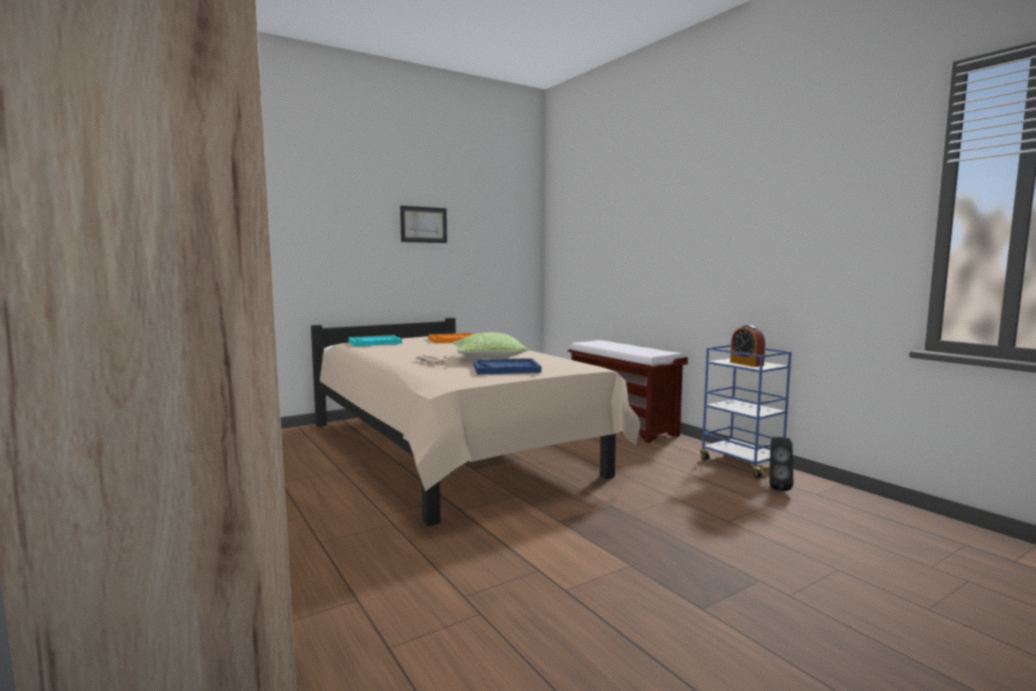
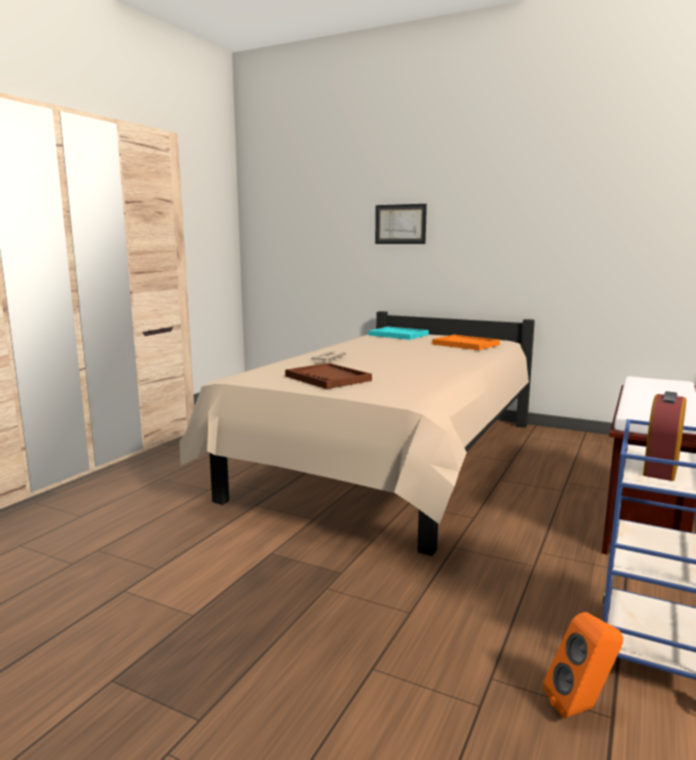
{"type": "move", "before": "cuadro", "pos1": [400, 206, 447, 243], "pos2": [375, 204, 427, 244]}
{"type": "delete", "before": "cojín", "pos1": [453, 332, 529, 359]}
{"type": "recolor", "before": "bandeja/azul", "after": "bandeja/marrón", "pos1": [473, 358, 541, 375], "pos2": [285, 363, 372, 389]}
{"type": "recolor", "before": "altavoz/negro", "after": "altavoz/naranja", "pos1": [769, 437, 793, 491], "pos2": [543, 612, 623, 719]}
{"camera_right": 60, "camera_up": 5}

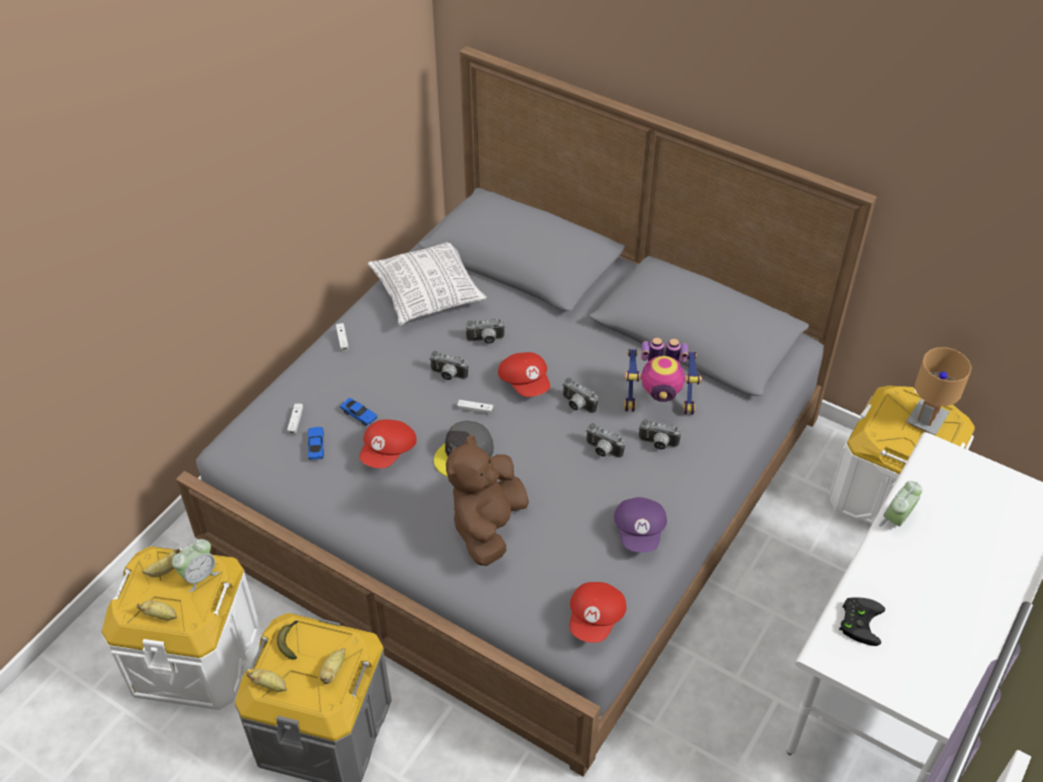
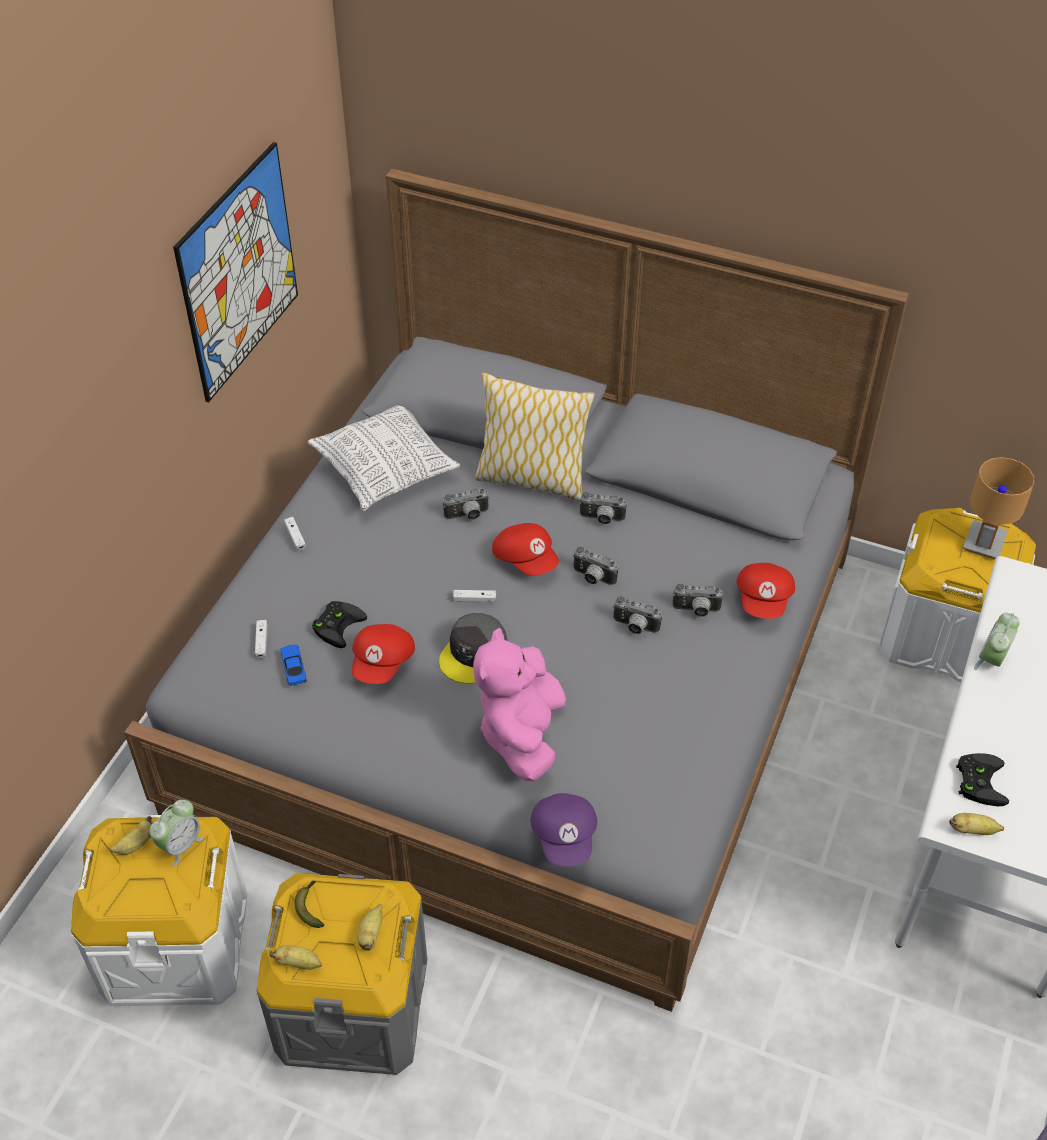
{"type": "delete", "before": "robot de juguete", "pos1": [624, 337, 702, 414]}
{"type": "move", "before": "cámara", "pos1": [429, 351, 468, 381], "pos2": [579, 492, 627, 525]}
{"type": "replace", "before": "coche de juguete", "after": "mando de consola/negro", "pos1": [340, 398, 378, 426], "pos2": [312, 601, 367, 648]}
{"type": "recolor", "before": "peluche/marrón", "after": "peluche/rosa", "pos1": [446, 435, 529, 566], "pos2": [473, 628, 566, 781]}
{"type": "move", "before": "gorra/morado", "pos1": [614, 497, 667, 553], "pos2": [531, 793, 597, 867]}
{"type": "move", "before": "gorra/rojo", "pos1": [569, 582, 626, 643], "pos2": [737, 563, 795, 619]}
{"type": "move", "before": "plátano", "pos1": [137, 600, 177, 620], "pos2": [949, 813, 1004, 835]}
{"type": "insert", "after": "cuadro", "pos2": [173, 142, 298, 402]}
{"type": "insert", "after": "cojín", "pos2": [475, 373, 595, 501]}
{"camera_right": -10, "camera_up": 0}

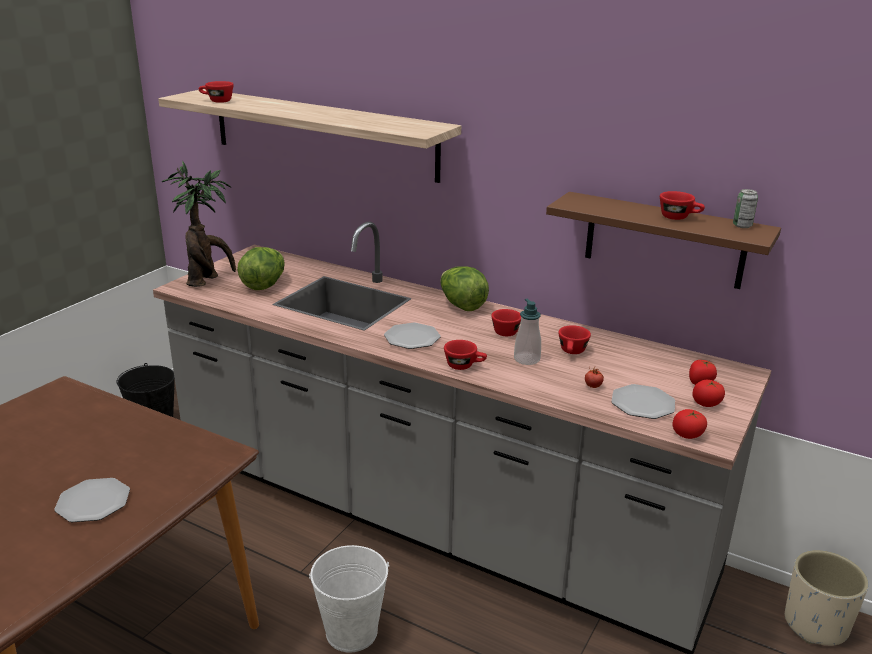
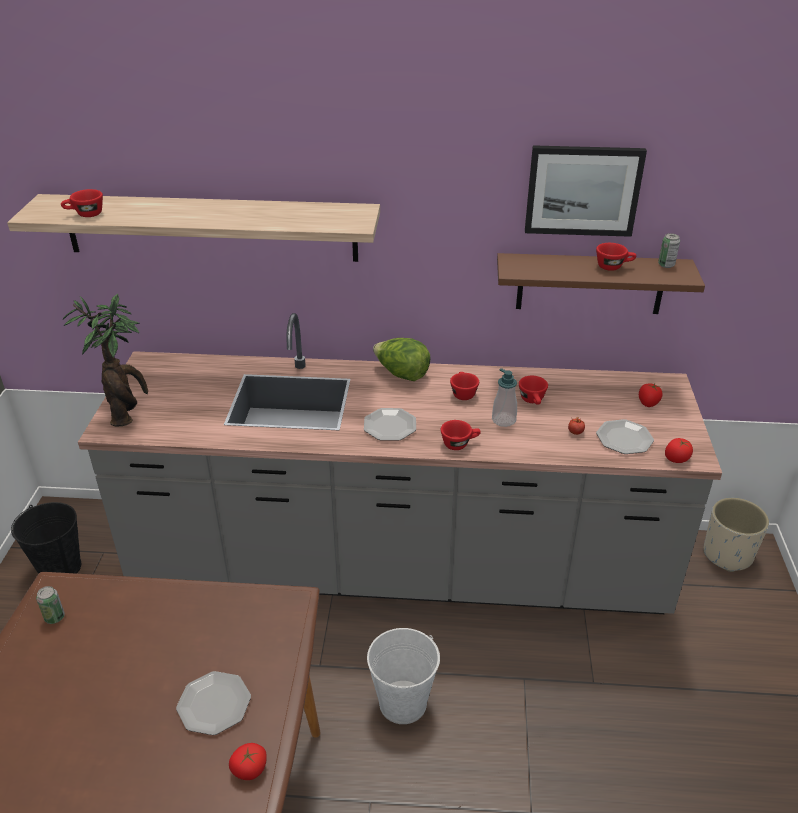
{"type": "delete", "before": "lechuga", "pos1": [237, 247, 285, 290]}
{"type": "move", "before": "tomate", "pos1": [692, 380, 725, 407], "pos2": [229, 743, 267, 780]}
{"type": "insert", "after": "cuadro", "pos2": [525, 145, 647, 237]}
{"type": "insert", "after": "lata", "pos2": [36, 586, 65, 624]}
{"camera_right": -25, "camera_up": 10}

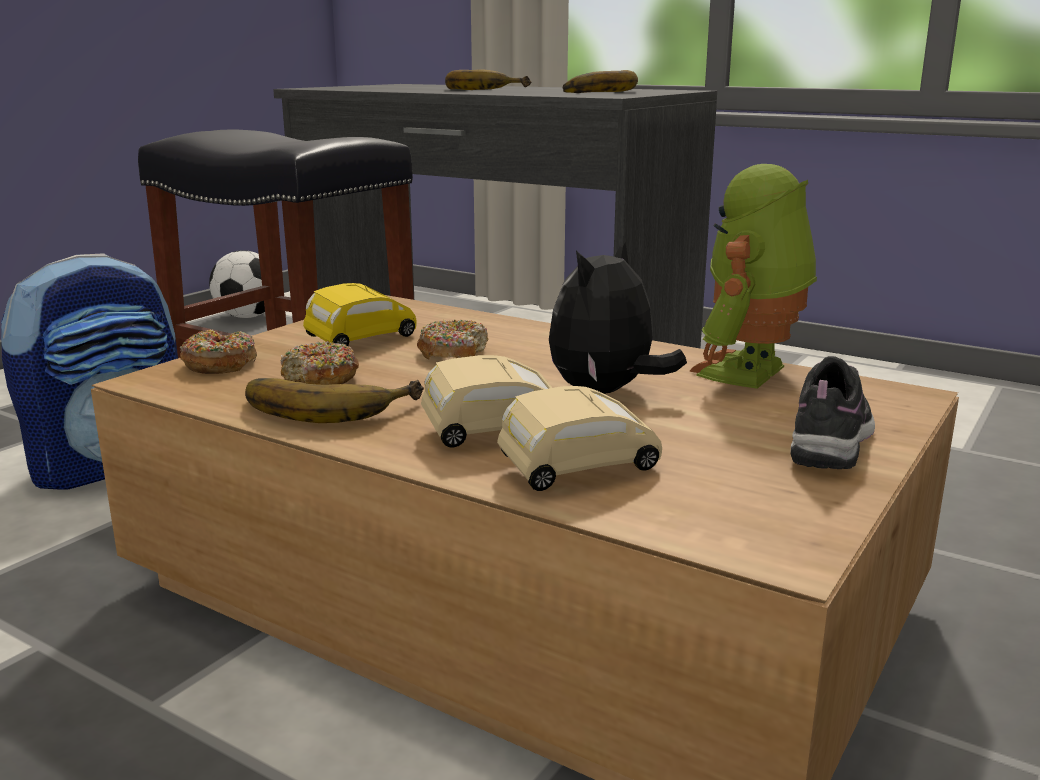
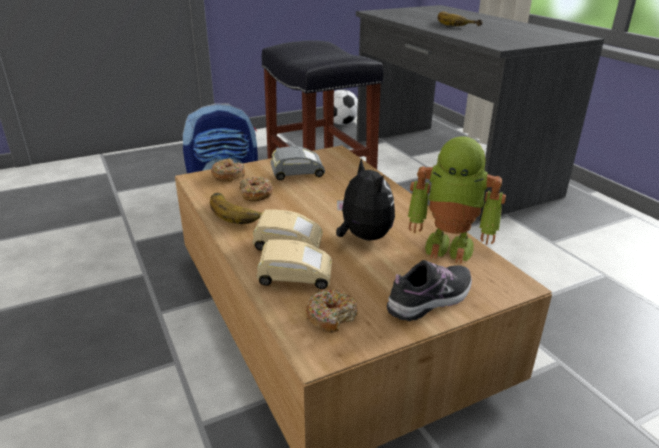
{"type": "delete", "before": "plátano", "pos1": [563, 70, 638, 93]}
{"type": "rotate", "before": "robot de juguete", "pos1": [689, 164, 817, 389], "pos2": [408, 136, 506, 264], "turn": -135}
{"type": "rotate", "before": "peluche", "pos1": [549, 236, 687, 394], "pos2": [336, 158, 395, 241], "turn": 90}
{"type": "recolor", "before": "coche de juguete/amarillo", "after": "coche de juguete/gris", "pos1": [303, 283, 417, 346], "pos2": [271, 146, 325, 180]}
{"type": "move", "before": "rosquilla", "pos1": [417, 320, 489, 360], "pos2": [306, 289, 358, 333]}
{"camera_right": 30, "camera_up": 10}

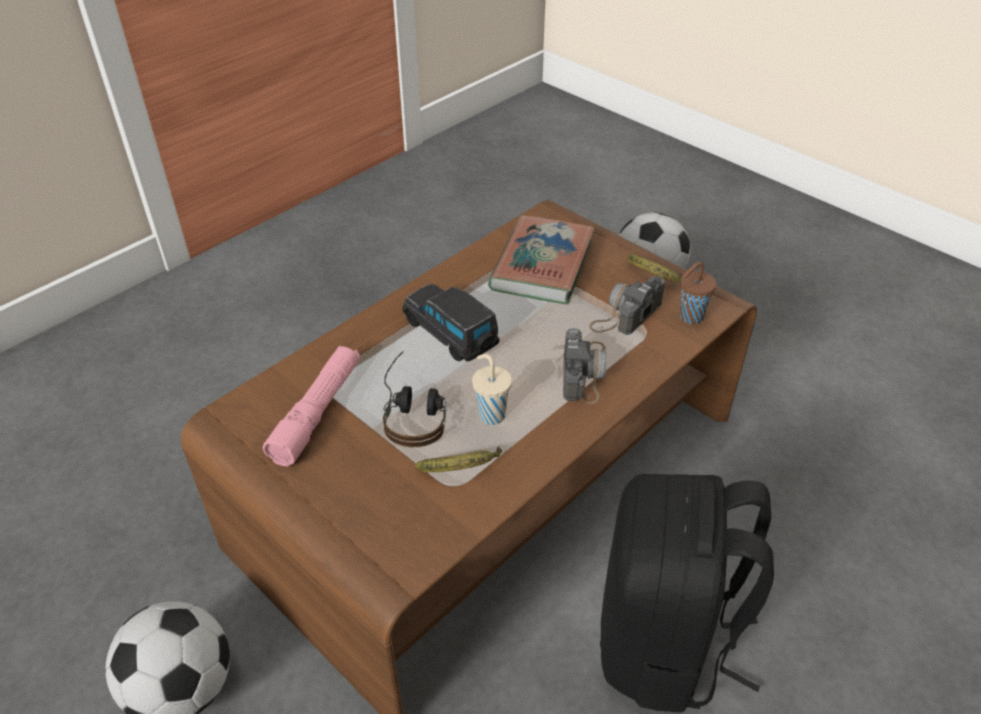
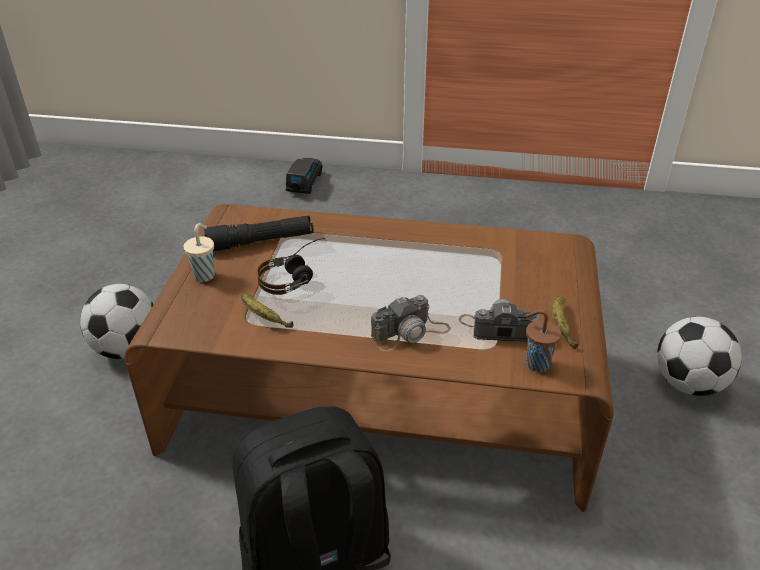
{"type": "delete", "before": "libro", "pos1": [488, 215, 595, 304]}
{"type": "move", "before": "coche de juguete/negro", "pos1": [403, 283, 500, 362], "pos2": [286, 158, 322, 194]}
{"type": "recolor", "before": "linterna/rosa", "after": "linterna/negro", "pos1": [263, 345, 360, 467], "pos2": [204, 216, 313, 251]}
{"type": "move", "before": "taza/beis", "pos1": [472, 354, 512, 425], "pos2": [184, 223, 215, 282]}
{"camera_right": 55, "camera_up": -5}

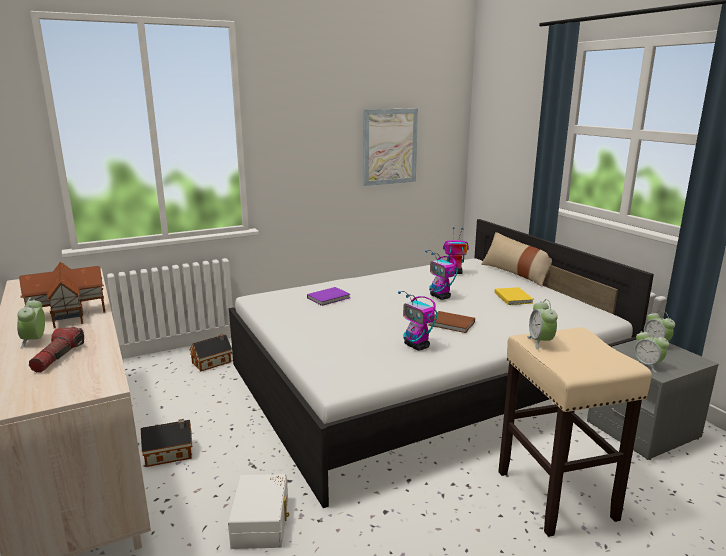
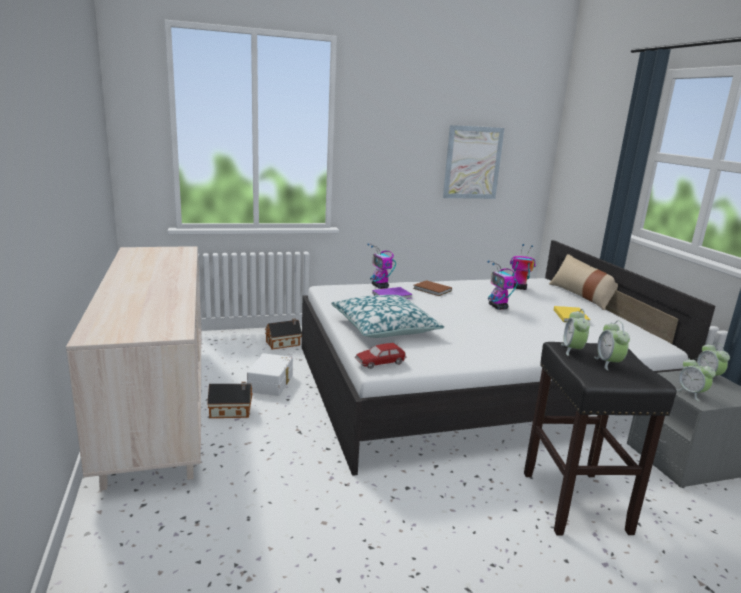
{"type": "delete", "before": "casita", "pos1": [19, 262, 105, 328]}
{"type": "move", "before": "robot de juguete", "pos1": [398, 291, 438, 351], "pos2": [367, 243, 396, 289]}
{"type": "move", "before": "despertador", "pos1": [17, 297, 45, 349], "pos2": [594, 321, 630, 370]}
{"type": "move", "before": "libro/marrón", "pos1": [428, 311, 475, 333], "pos2": [413, 280, 452, 296]}
{"type": "delete", "before": "linterna", "pos1": [29, 327, 84, 373]}
{"type": "recolor", "before": "taburete/beis", "after": "taburete/negro", "pos1": [498, 327, 652, 537], "pos2": [524, 342, 676, 536]}
{"type": "move", "before": "caja de almacenaje/blanco", "pos1": [228, 474, 289, 549], "pos2": [247, 353, 293, 396]}
{"type": "insert", "after": "cojín", "pos2": [331, 295, 445, 338]}
{"type": "insert", "after": "coche de juguete", "pos2": [355, 343, 406, 369]}
{"camera_right": 10, "camera_up": 0}

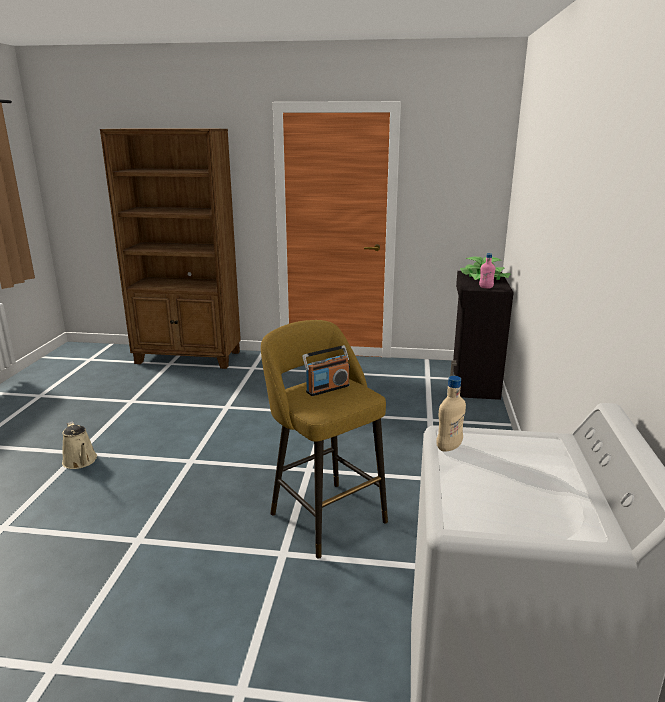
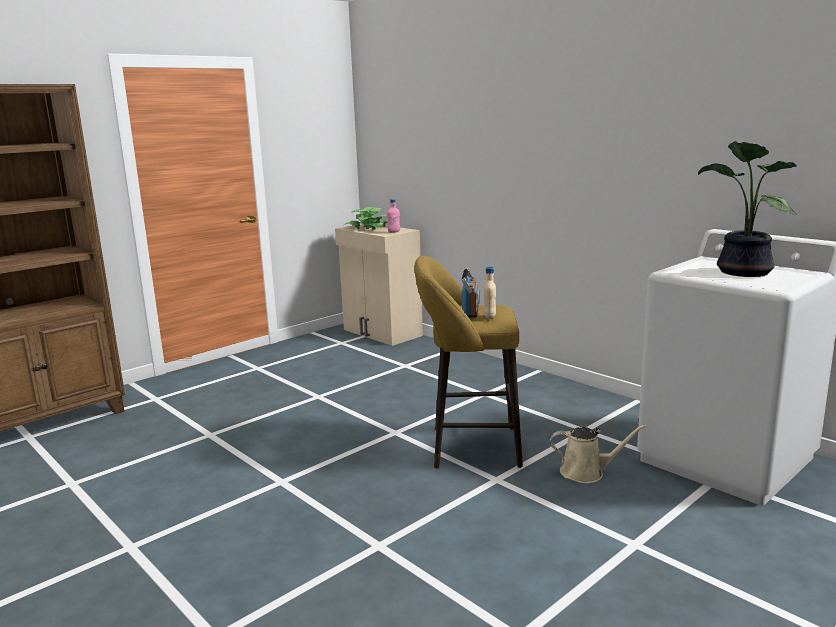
{"type": "recolor", "before": "armario/negro", "after": "armario/beis", "pos1": [450, 271, 514, 400], "pos2": [335, 224, 423, 346]}
{"type": "move", "before": "botella/beis", "pos1": [436, 376, 466, 452], "pos2": [483, 267, 496, 319]}
{"type": "move", "before": "regadera/beis", "pos1": [62, 421, 97, 469], "pos2": [550, 425, 646, 483]}
{"type": "insert", "after": "planta en maceta", "pos2": [698, 141, 797, 277]}
{"camera_right": -50, "camera_up": -5}

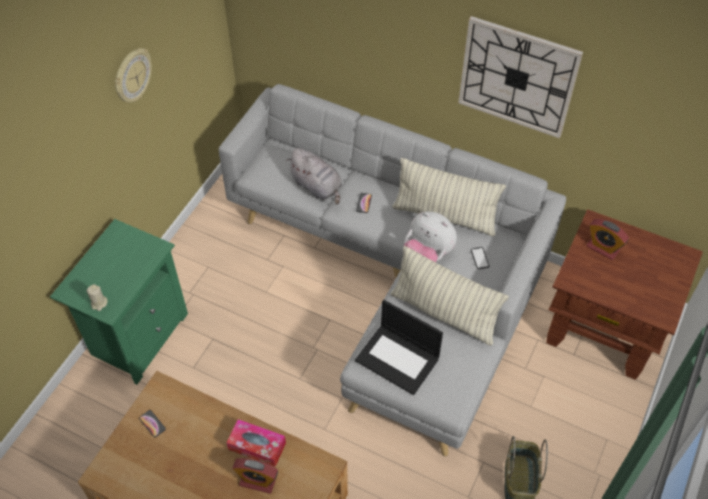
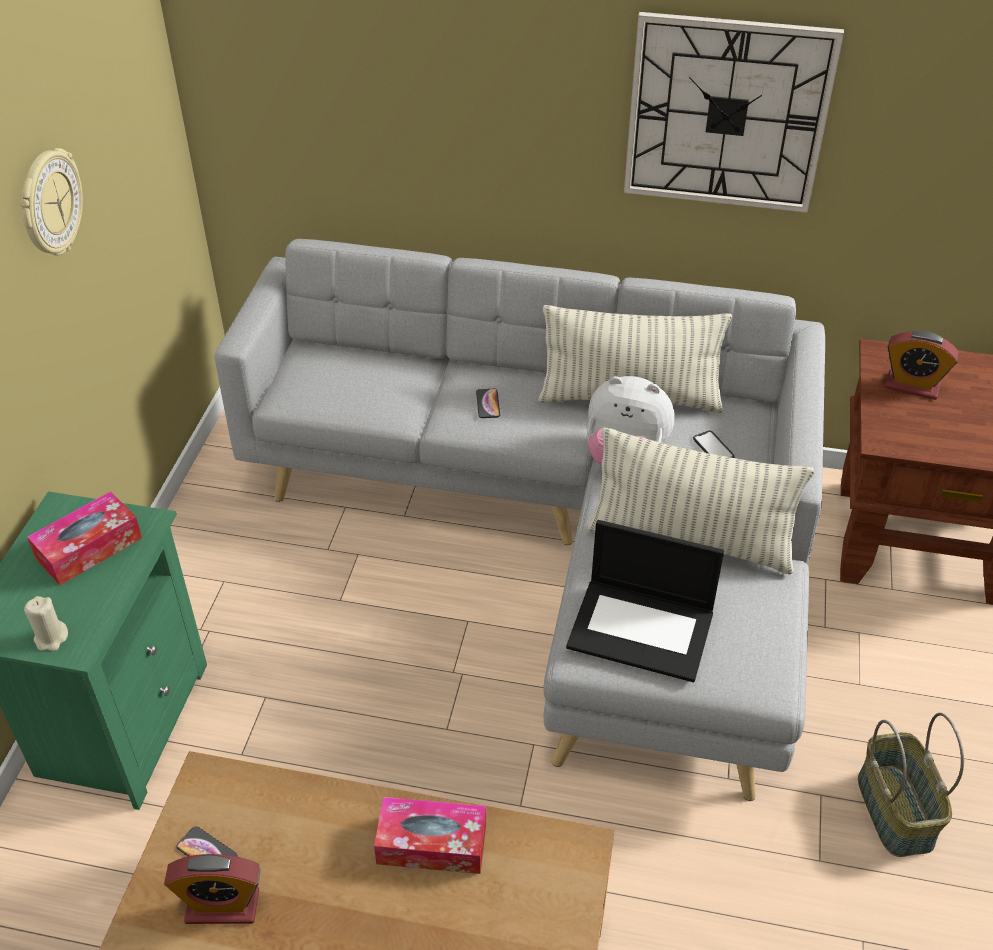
{"type": "delete", "before": "peluche/gris", "pos1": [286, 148, 342, 205]}
{"type": "move", "before": "despertador", "pos1": [233, 458, 278, 494], "pos2": [164, 854, 261, 924]}
{"type": "insert", "after": "caja de pañuelos", "pos2": [27, 491, 142, 585]}
{"camera_right": -15, "camera_up": -10}

